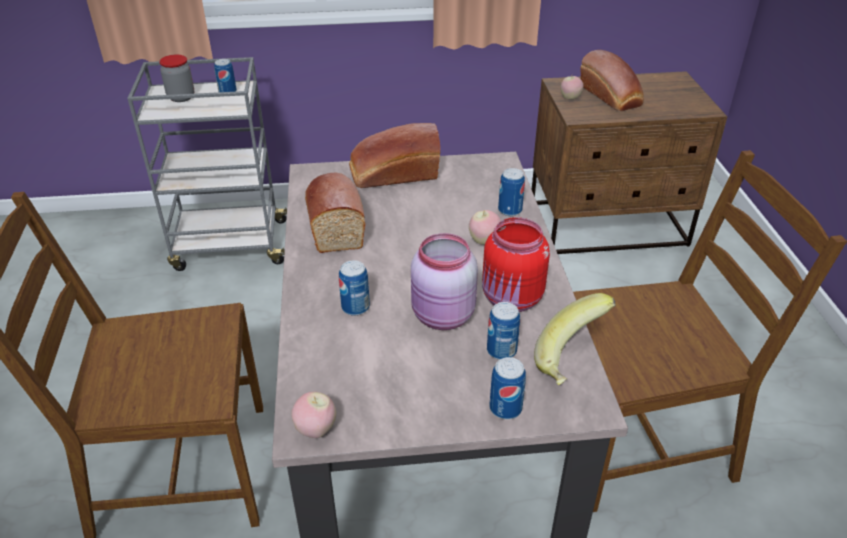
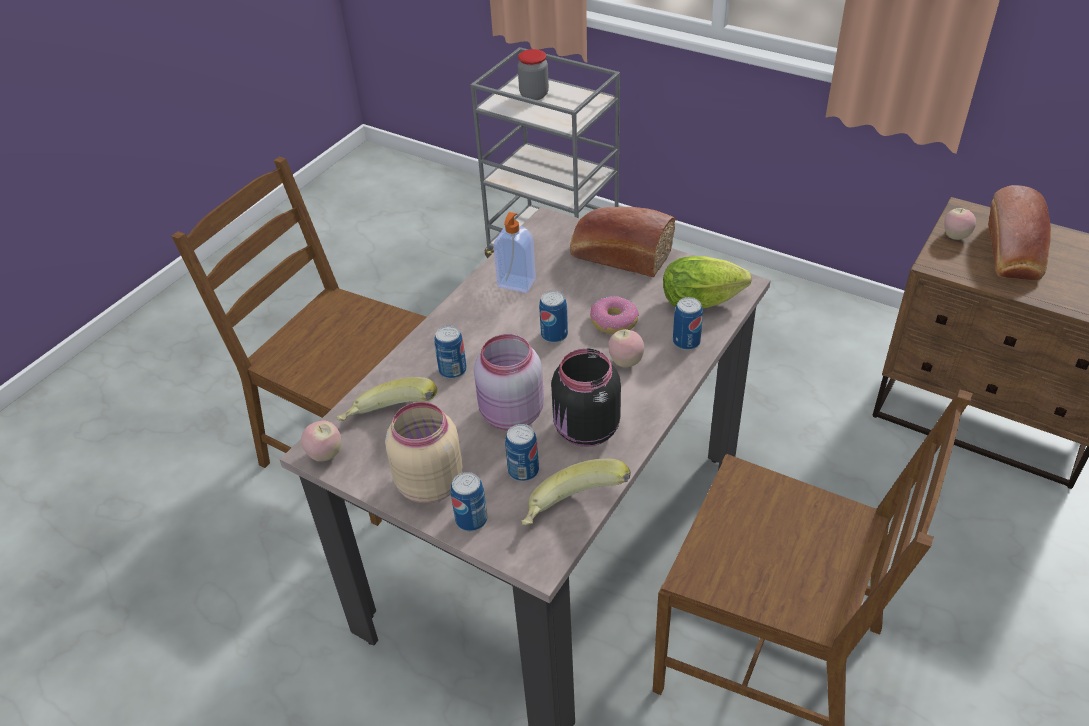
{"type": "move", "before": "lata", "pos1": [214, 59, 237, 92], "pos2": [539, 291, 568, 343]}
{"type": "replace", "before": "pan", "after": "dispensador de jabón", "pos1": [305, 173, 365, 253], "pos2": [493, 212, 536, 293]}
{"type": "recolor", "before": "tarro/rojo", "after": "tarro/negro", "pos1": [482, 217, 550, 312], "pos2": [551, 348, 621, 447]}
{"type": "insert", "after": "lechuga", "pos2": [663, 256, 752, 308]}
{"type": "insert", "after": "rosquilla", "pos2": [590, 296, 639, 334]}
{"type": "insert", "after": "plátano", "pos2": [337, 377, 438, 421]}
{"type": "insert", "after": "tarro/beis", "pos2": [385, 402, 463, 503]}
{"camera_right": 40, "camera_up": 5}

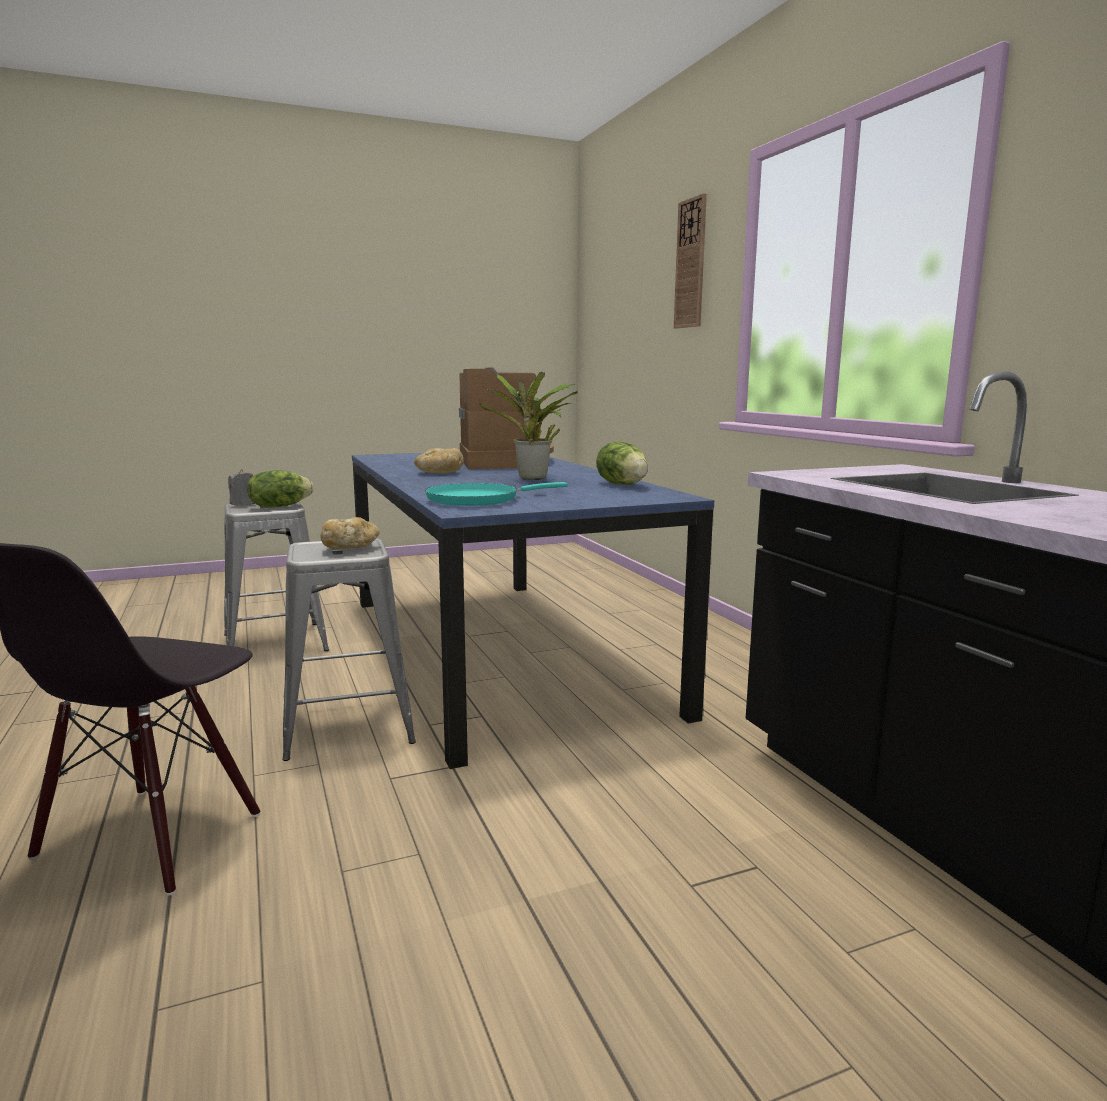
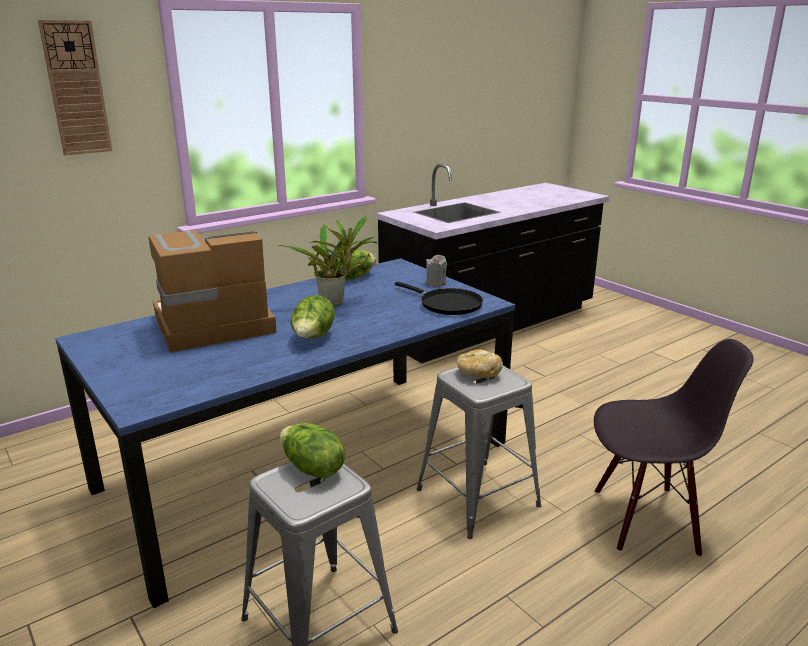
{"type": "replace", "before": "pan", "after": "lechuga", "pos1": [414, 448, 464, 474], "pos2": [291, 295, 335, 338]}
{"type": "move", "before": "vela/gris", "pos1": [228, 469, 255, 505], "pos2": [426, 255, 447, 286]}
{"type": "recolor", "before": "sartén/turquesa", "after": "sartén/negro", "pos1": [425, 482, 568, 506], "pos2": [395, 282, 483, 315]}
{"camera_right": -105, "camera_up": 10}

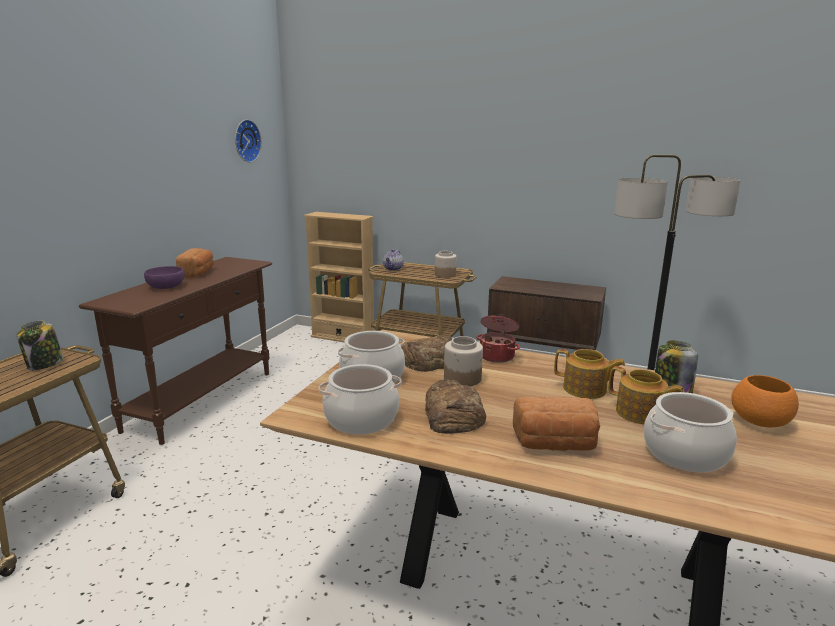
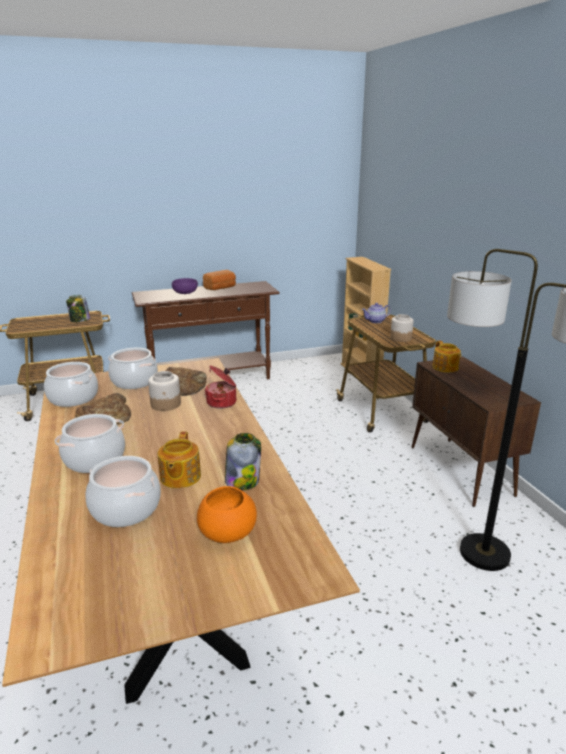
{"type": "delete", "before": "reloj de pared", "pos1": [235, 119, 262, 163]}
{"type": "move", "before": "tetera", "pos1": [554, 349, 625, 399], "pos2": [433, 341, 461, 373]}
{"type": "replace", "before": "pan", "after": "olla", "pos1": [513, 396, 600, 451], "pos2": [55, 414, 125, 473]}
{"camera_right": 50, "camera_up": 5}

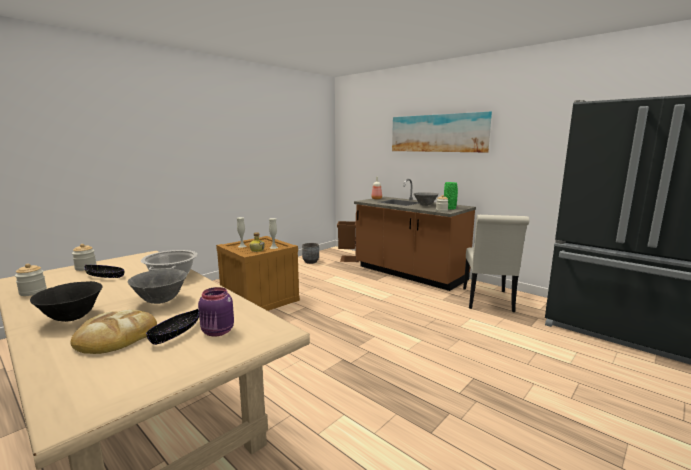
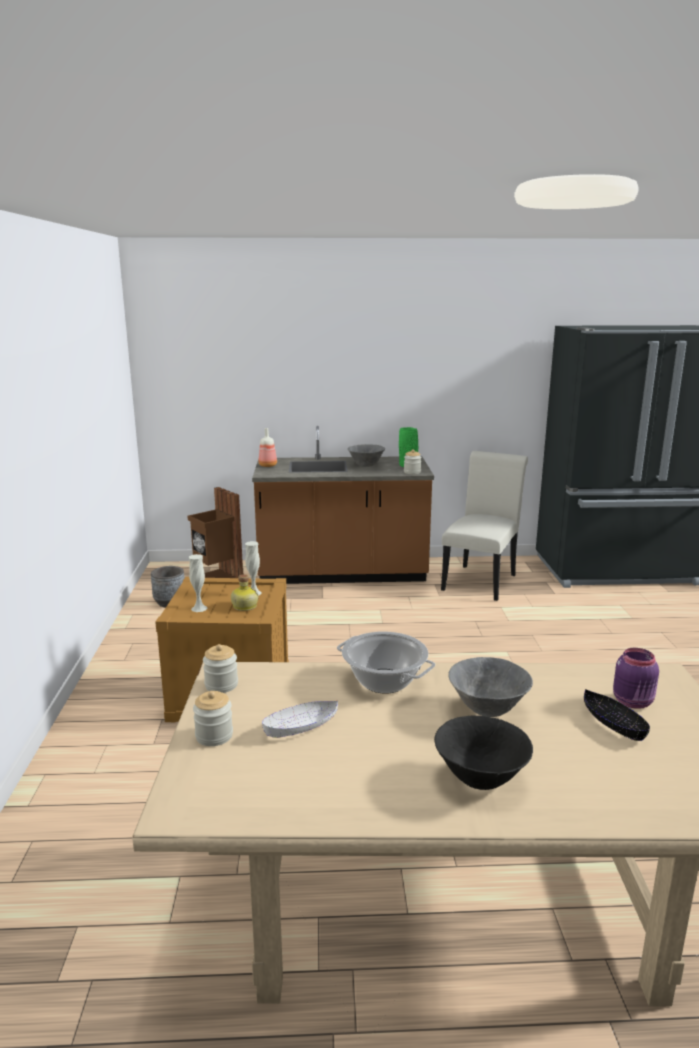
{"type": "delete", "before": "cuadro", "pos1": [392, 112, 492, 152]}
{"type": "rotate", "before": "silla/blanco", "pos1": [463, 215, 529, 312], "pos2": [441, 451, 528, 601], "turn": -120}
{"type": "move", "before": "tarro", "pos1": [15, 264, 47, 296], "pos2": [203, 644, 238, 693]}
{"type": "recolor", "before": "cuenco/negro", "after": "cuenco/blanco", "pos1": [84, 265, 124, 278], "pos2": [262, 701, 338, 738]}
{"type": "delete", "before": "pan", "pos1": [71, 310, 157, 354]}
{"camera_right": -45, "camera_up": 5}

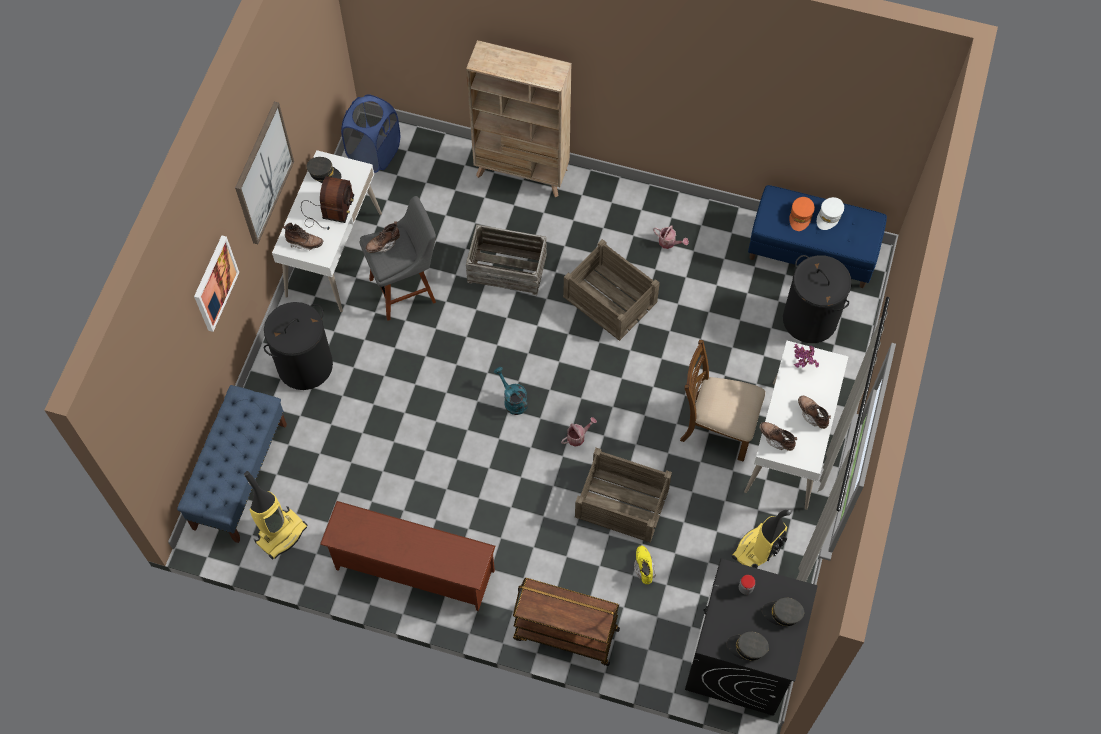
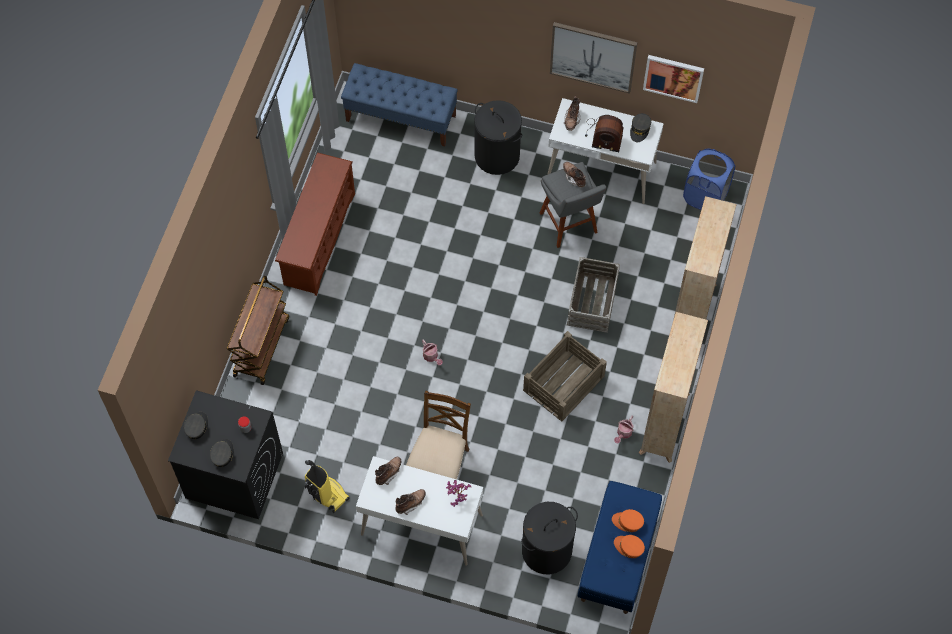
{"type": "recolor", "before": "gorra/blanco", "after": "gorra/naranja", "pos1": [817, 197, 844, 230], "pos2": [614, 535, 645, 558]}
{"type": "move", "before": "cuadro", "pos1": [194, 236, 239, 332], "pos2": [643, 55, 704, 103]}
{"type": "delete", "before": "regadera/turquesa", "pos1": [494, 367, 528, 415]}
{"type": "delete", "before": "caja de embalaje", "pos1": [575, 448, 672, 543]}
{"type": "delete", "before": "aspiradora", "pos1": [244, 471, 307, 559]}
{"type": "delete", "before": "bota/amarillo", "pos1": [634, 545, 656, 584]}
{"type": "insert", "after": "estantería/beis", "pos2": [639, 312, 708, 463]}
{"camera_right": 90, "camera_up": 0}

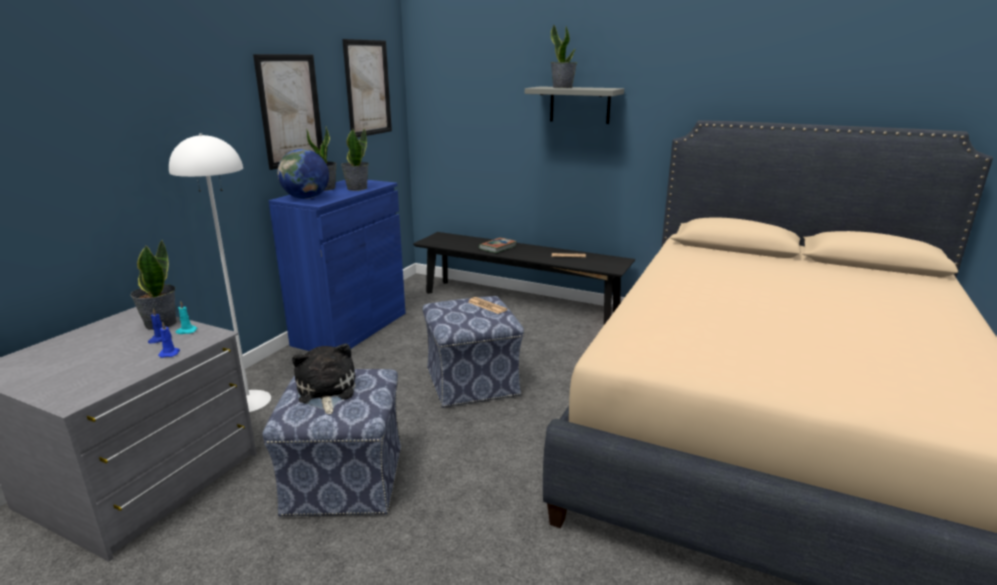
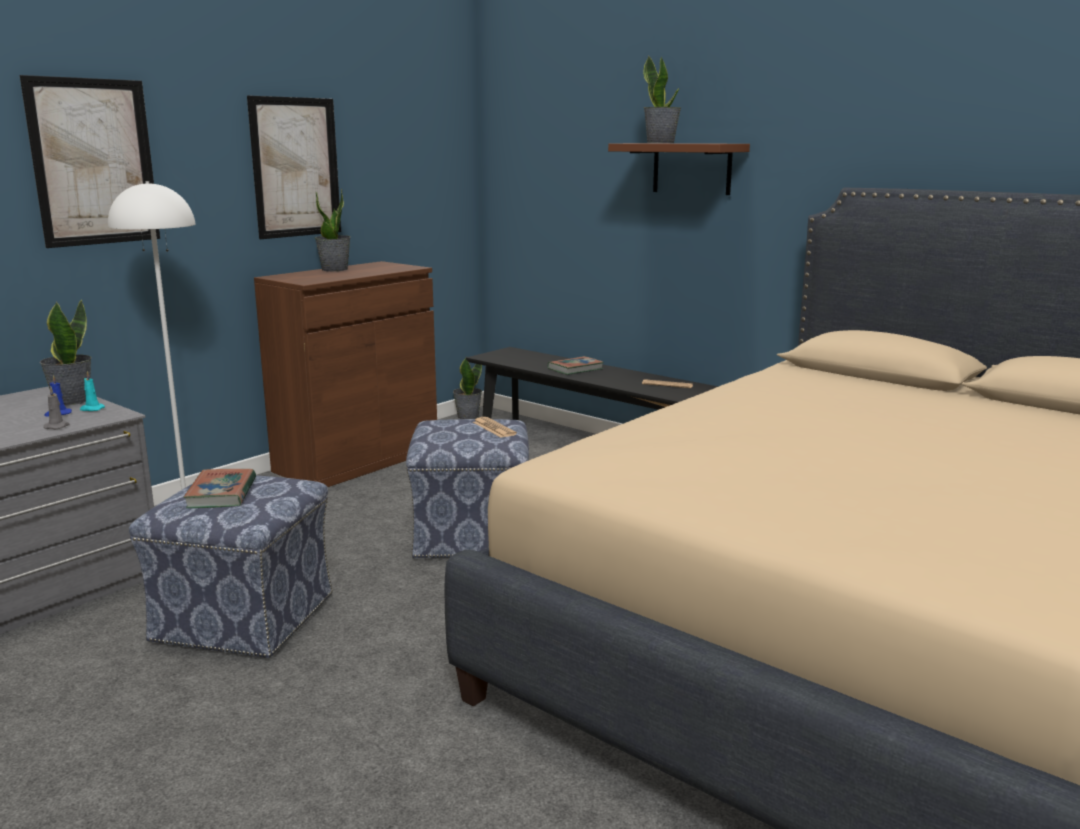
{"type": "move", "before": "cuadro", "pos1": [342, 39, 392, 138], "pos2": [20, 75, 160, 248]}
{"type": "recolor", "before": "estante/gris", "after": "estante/marrón", "pos1": [525, 86, 624, 124], "pos2": [608, 143, 750, 195]}
{"type": "move", "before": "planta en maceta", "pos1": [341, 128, 369, 191], "pos2": [453, 358, 482, 419]}
{"type": "delete", "before": "globo terráqueo", "pos1": [277, 149, 329, 199]}
{"type": "recolor", "before": "armario/azul", "after": "armario/marrón", "pos1": [269, 180, 405, 351], "pos2": [254, 261, 437, 487]}
{"type": "recolor", "before": "vela/azul", "after": "vela/gris", "pos1": [158, 321, 180, 358], "pos2": [44, 386, 70, 429]}
{"type": "replace", "before": "peluche", "after": "libro", "pos1": [292, 343, 356, 414], "pos2": [183, 469, 256, 508]}
{"camera_right": 15, "camera_up": -5}

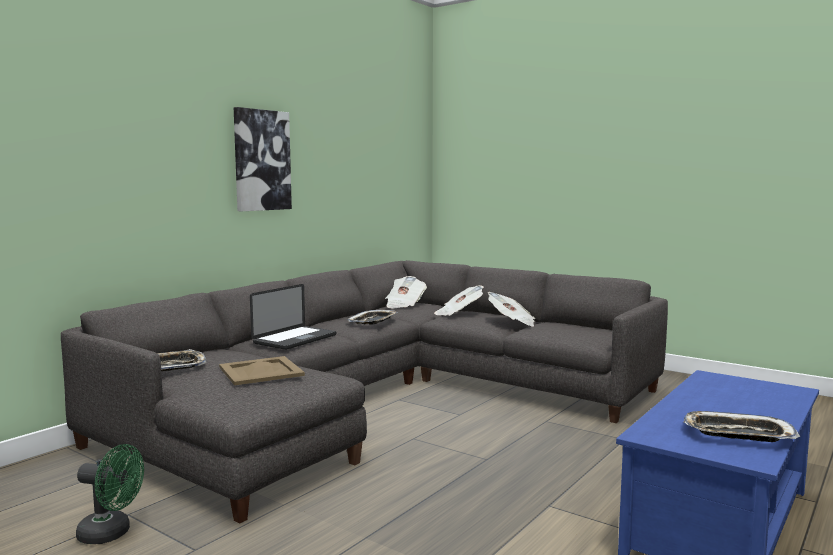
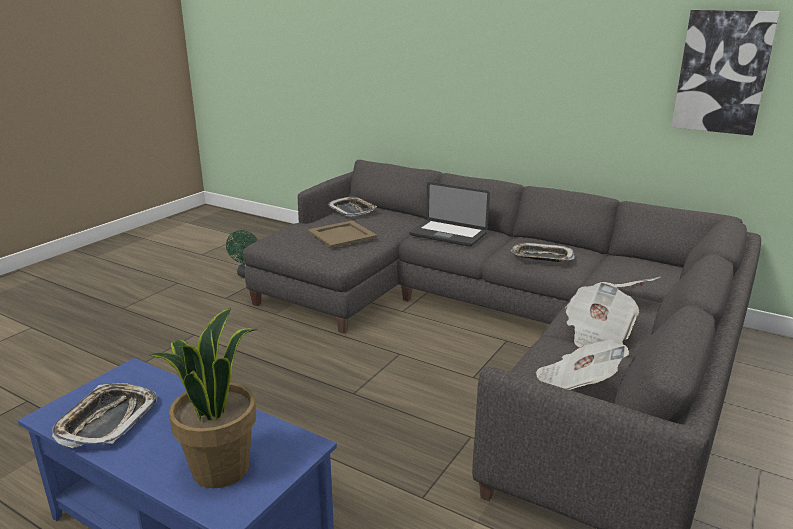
{"type": "move", "before": "cuadro", "pos1": [234, 107, 292, 211], "pos2": [671, 10, 780, 136]}
{"type": "move", "before": "periódico", "pos1": [385, 276, 427, 309], "pos2": [536, 340, 629, 390]}
{"type": "insert", "after": "planta en maceta", "pos2": [148, 307, 257, 488]}
{"camera_right": 85, "camera_up": 15}

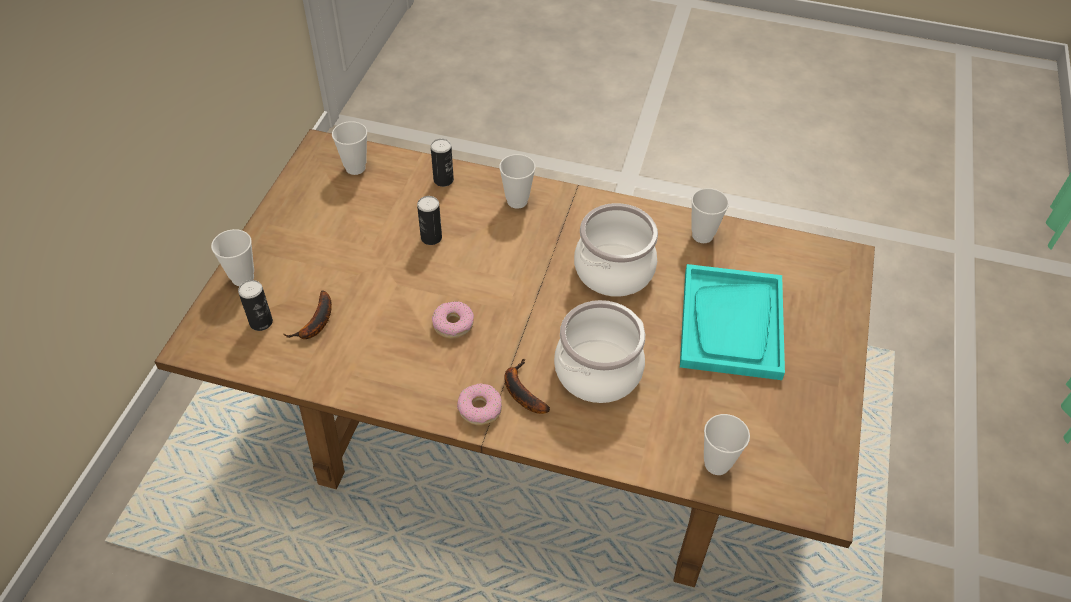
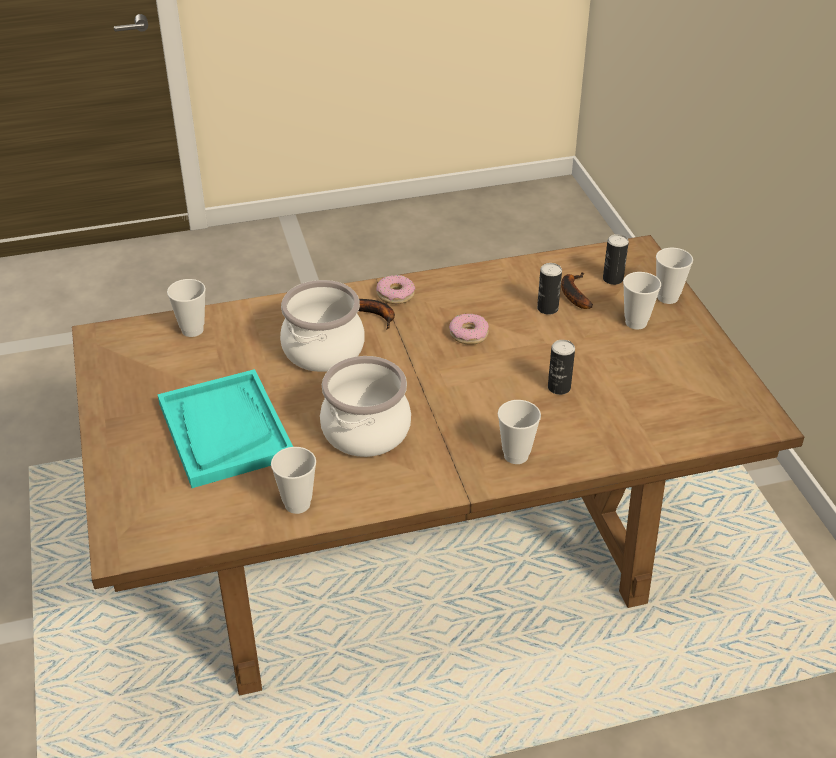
{"type": "move", "before": "taza", "pos1": [332, 121, 367, 175], "pos2": [623, 272, 661, 329]}
{"type": "move", "before": "lata", "pos1": [431, 139, 454, 187], "pos2": [537, 263, 562, 315]}
{"camera_right": 150, "camera_up": -10}

